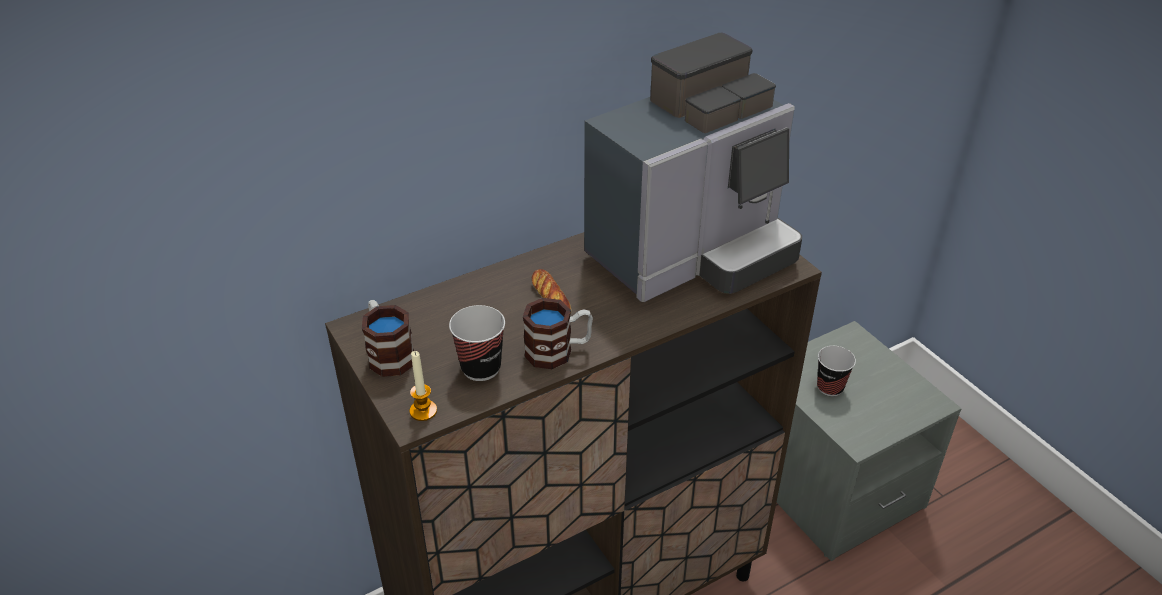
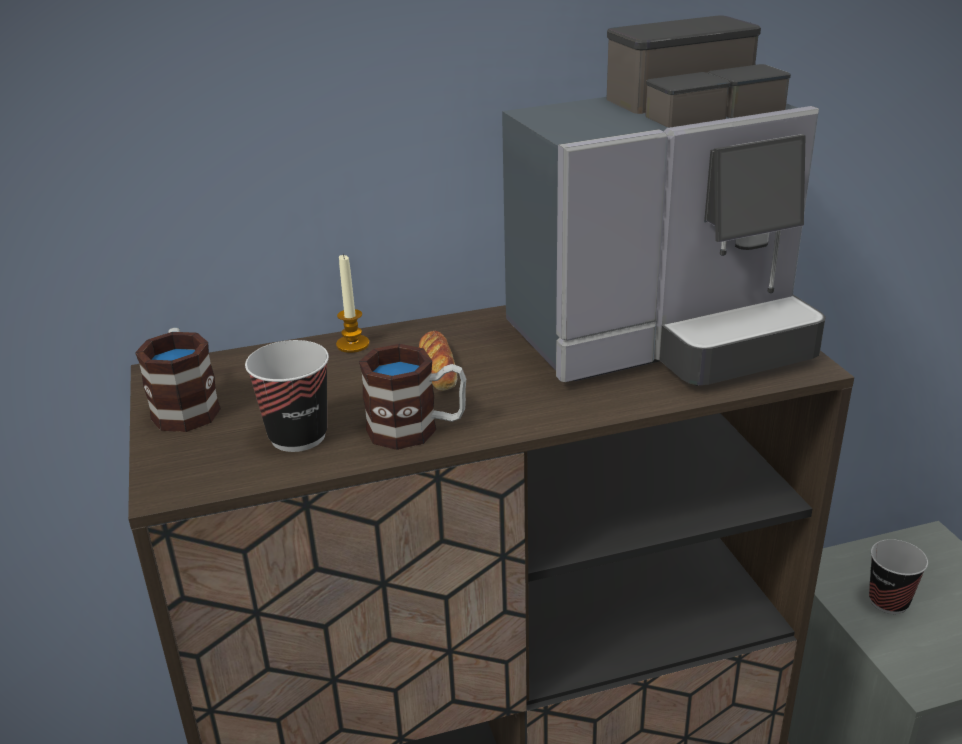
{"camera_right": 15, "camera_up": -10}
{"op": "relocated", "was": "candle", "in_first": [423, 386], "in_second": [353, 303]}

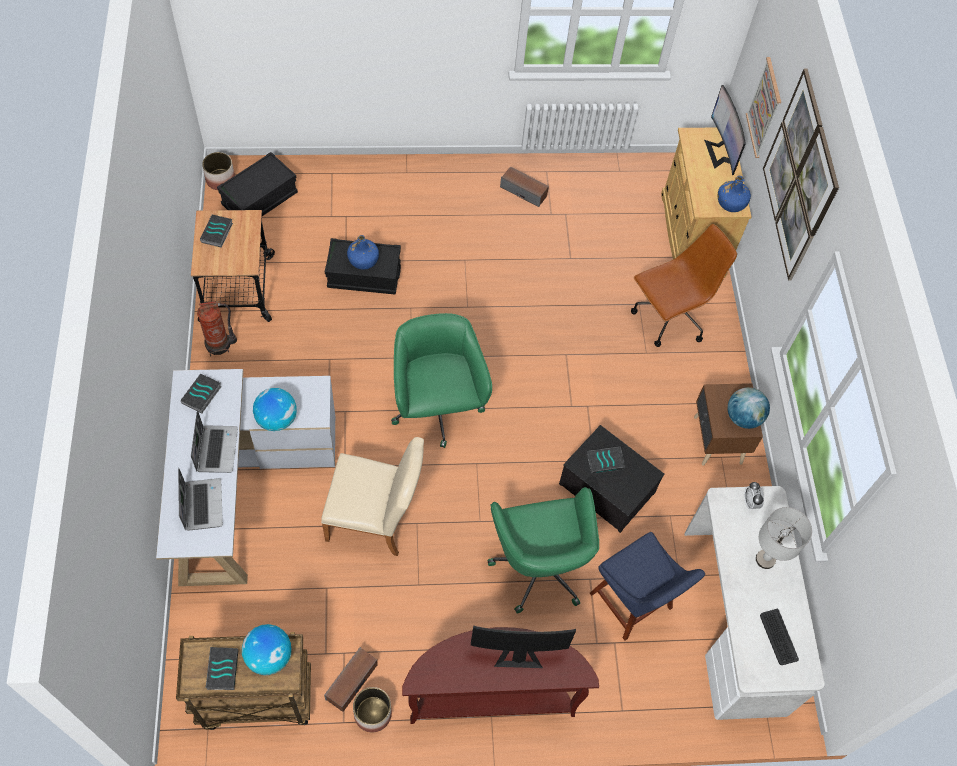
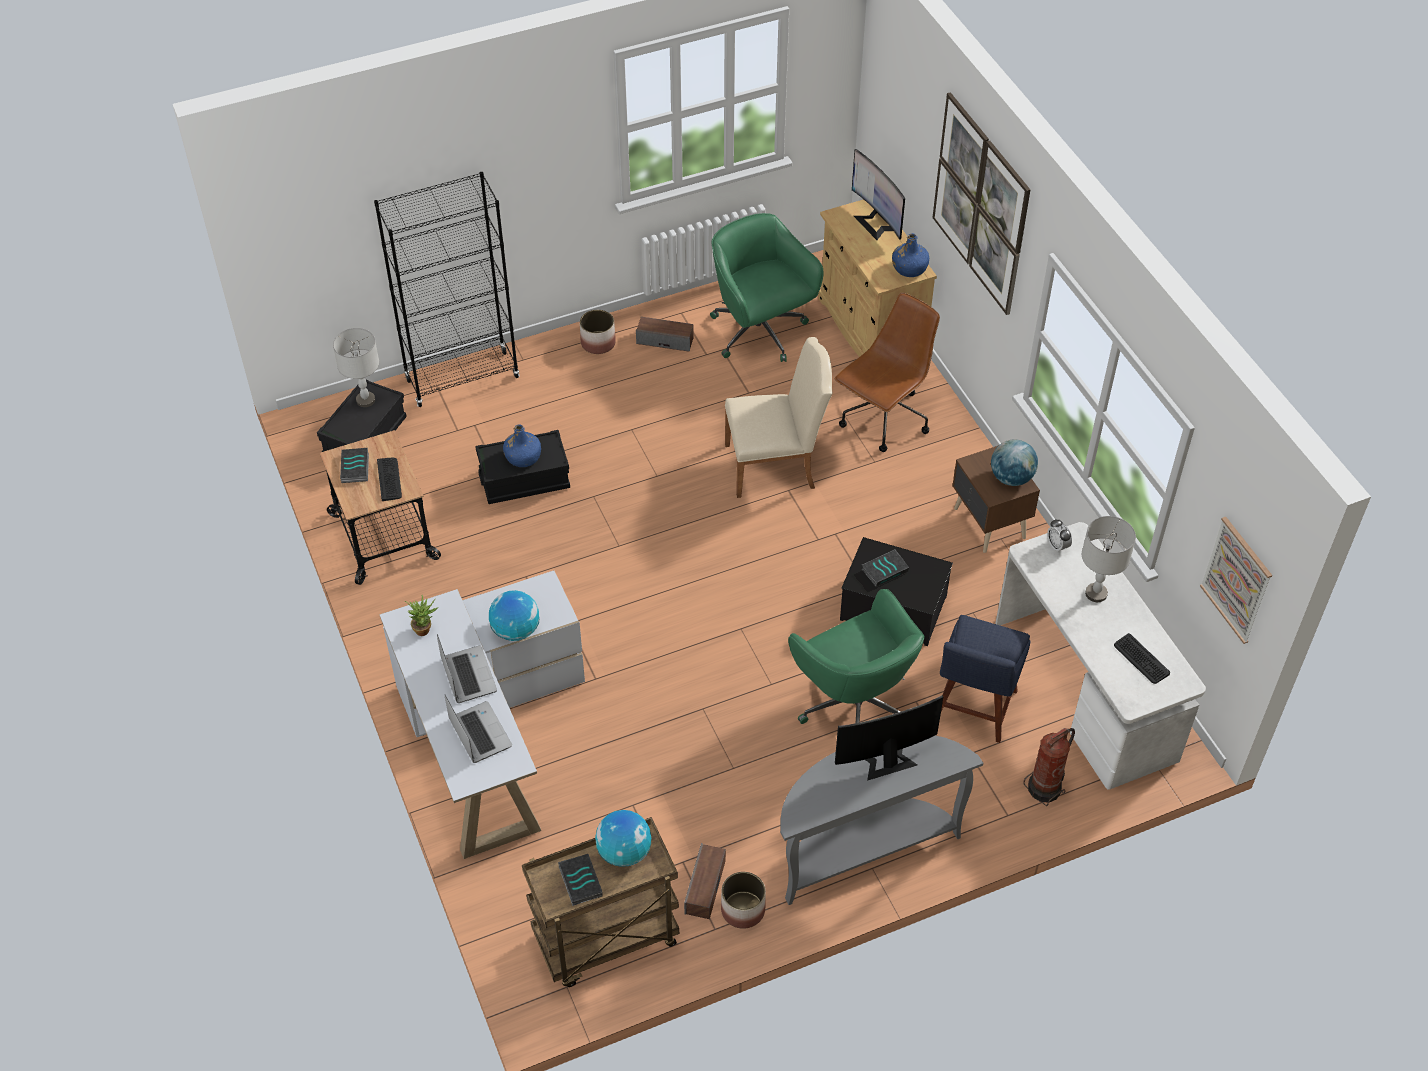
{"camera_right": -15, "camera_up": -10}
{"op": "relocated", "was": "picture", "in_first": [763, 107], "in_second": [1236, 580]}
{"op": "relocated", "was": "planter", "in_first": [218, 171], "in_second": [598, 332]}
{"op": "relocated", "was": "fire extinguisher", "in_first": [217, 329], "in_second": [1049, 767]}
{"op": "relocated", "was": "office chair in green", "in_first": [441, 380], "in_second": [767, 287]}
{"op": "exchanged", "was": "book", "now": "potted plant", "in_first": [201, 394], "in_second": [421, 615]}
{"op": "relocated", "was": "chair in beige", "in_first": [372, 496], "in_second": [778, 417]}
{"op": "spun", "was": "chair in blue", "in_first": [647, 586], "in_second": [985, 679], "clockwise": 75}
{"op": "colour", "was": "console table in brown", "now": "console table in grey", "in_first": [500, 675], "in_second": [881, 820]}
{"op": "appeared", "now": "bookcase in black", "in_second": [447, 289]}
{"op": "appeared", "now": "table lamp in grey", "in_second": [356, 367]}
{"op": "appeared", "now": "keyboard", "in_second": [389, 479]}

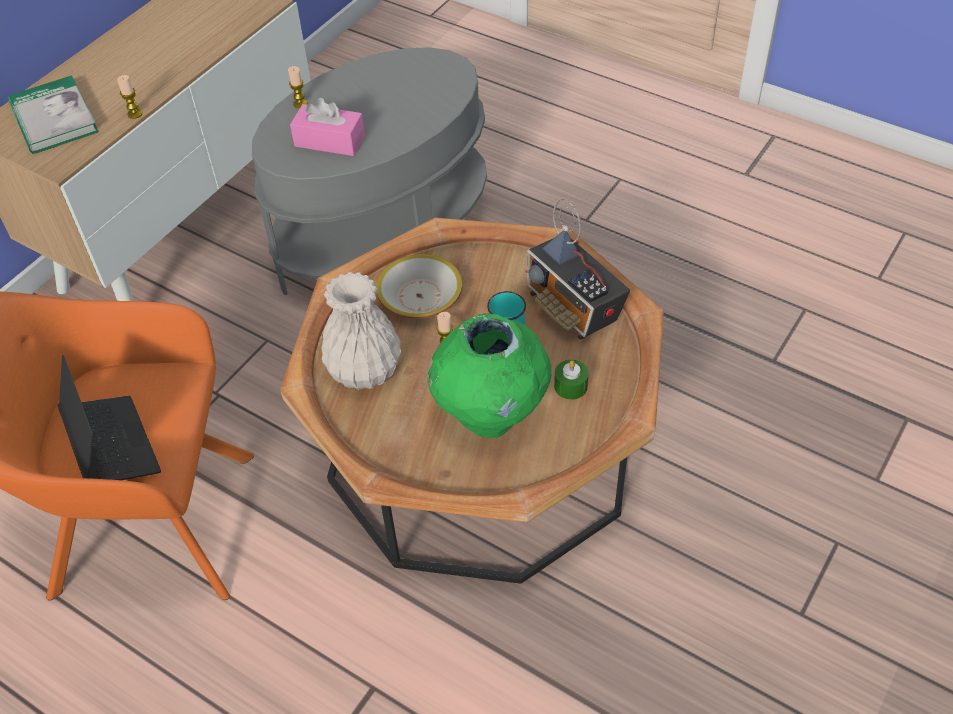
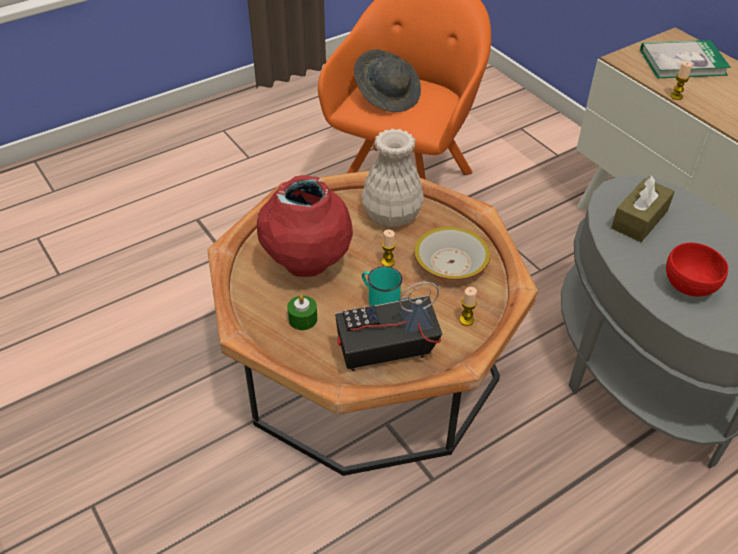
{"camera_right": 110, "camera_up": -5}
{"op": "relocated", "was": "candle", "in_first": [297, 87], "in_second": [468, 306]}
{"op": "colour", "was": "tissue box in pink", "now": "tissue box in brown", "in_first": [327, 127], "in_second": [643, 209]}
{"op": "colour", "was": "vase in green", "now": "vase in red", "in_first": [489, 376], "in_second": [305, 226]}
{"op": "exchanged", "was": "laptop", "now": "hat in grey", "in_first": [109, 417], "in_second": [387, 80]}
{"op": "appeared", "now": "bowl in red", "in_second": [697, 270]}

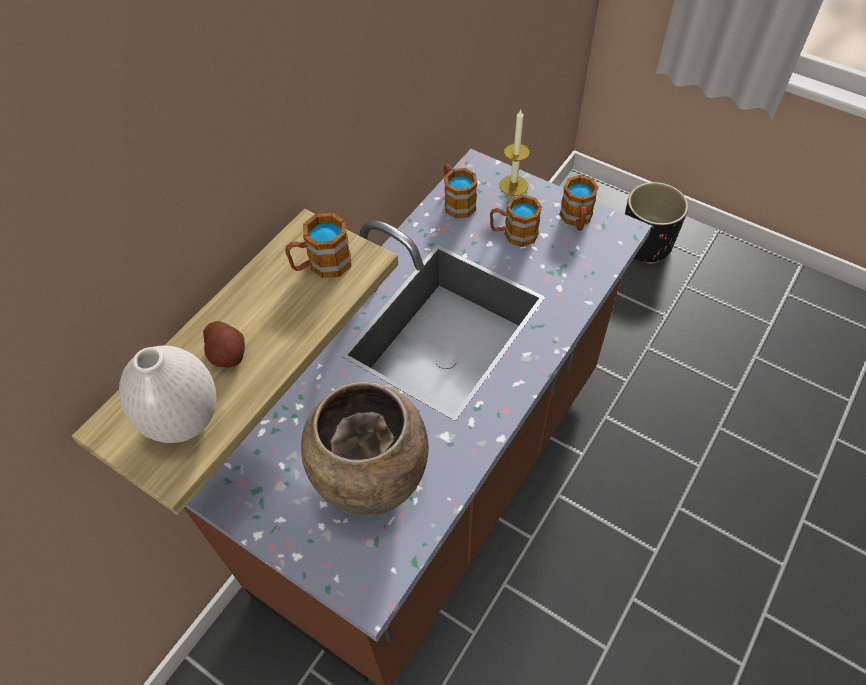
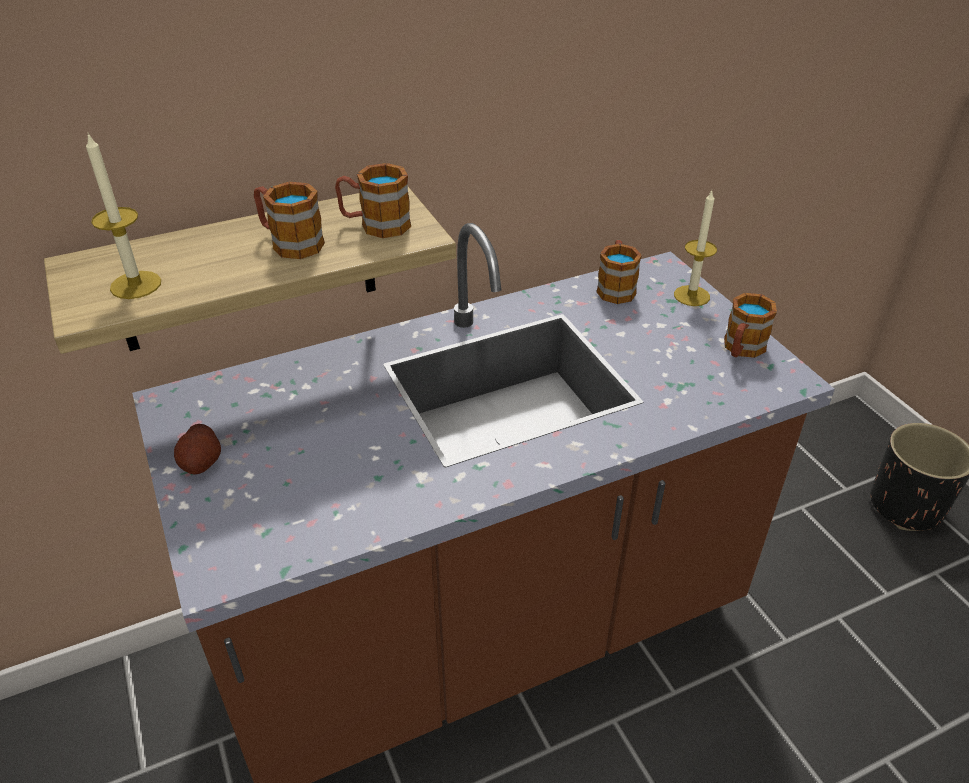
{"camera_right": 30, "camera_up": -15}
{"op": "relocated", "was": "mug", "in_first": [516, 221], "in_second": [289, 220]}
{"op": "relocated", "was": "potato", "in_first": [224, 344], "in_second": [197, 449]}
{"op": "exchanged", "was": "vase in white", "now": "candle", "in_first": [168, 394], "in_second": [123, 216]}
{"op": "missing", "was": "vase in brown", "in_first": [365, 449]}

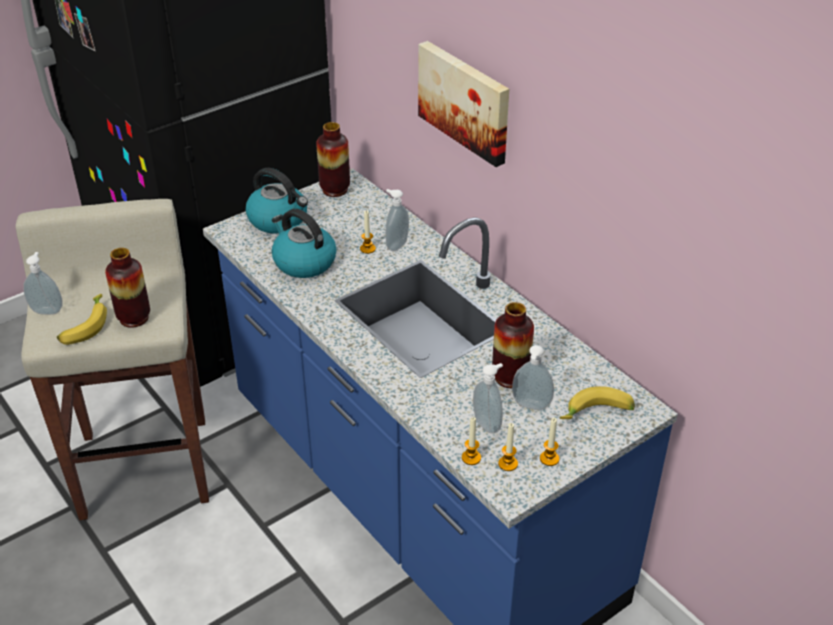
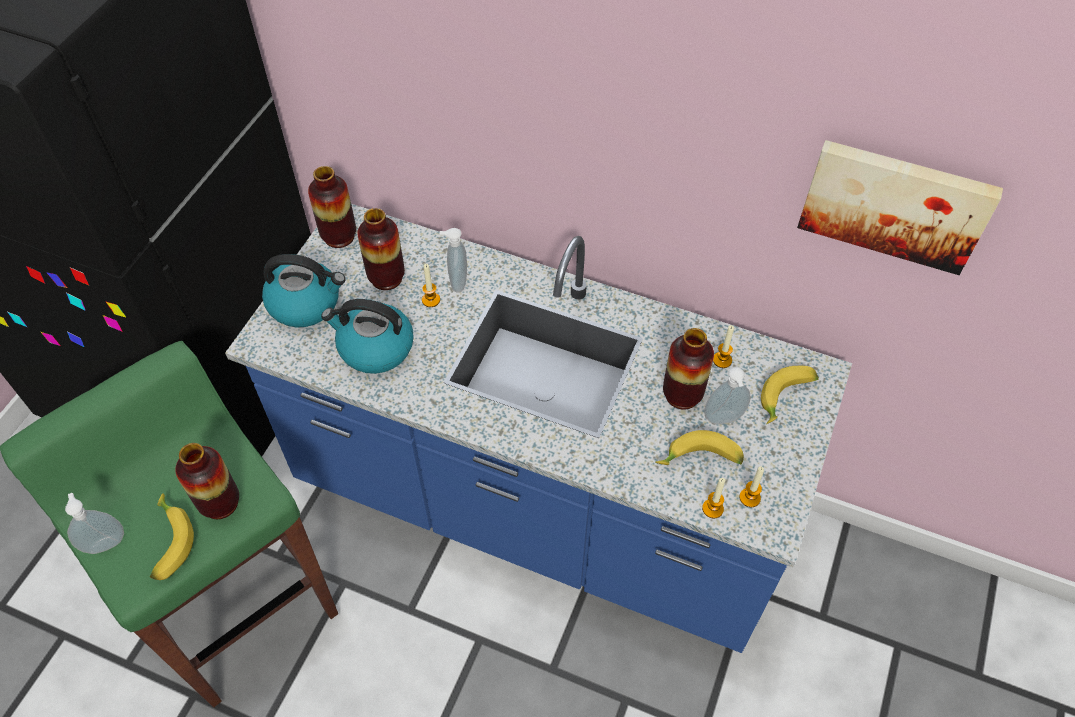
{"camera_right": -30, "camera_up": 15}
{"op": "relocated", "was": "picture", "in_first": [463, 104], "in_second": [900, 207]}
{"op": "colour", "was": "stool in beige", "now": "stool in green", "in_first": [112, 359], "in_second": [169, 524]}
{"op": "exchanged", "was": "soap dispenser", "now": "banana", "in_first": [488, 398], "in_second": [700, 447]}
{"op": "relocated", "was": "candle", "in_first": [549, 442], "in_second": [723, 346]}
{"op": "appeared", "now": "vase", "in_second": [381, 249]}

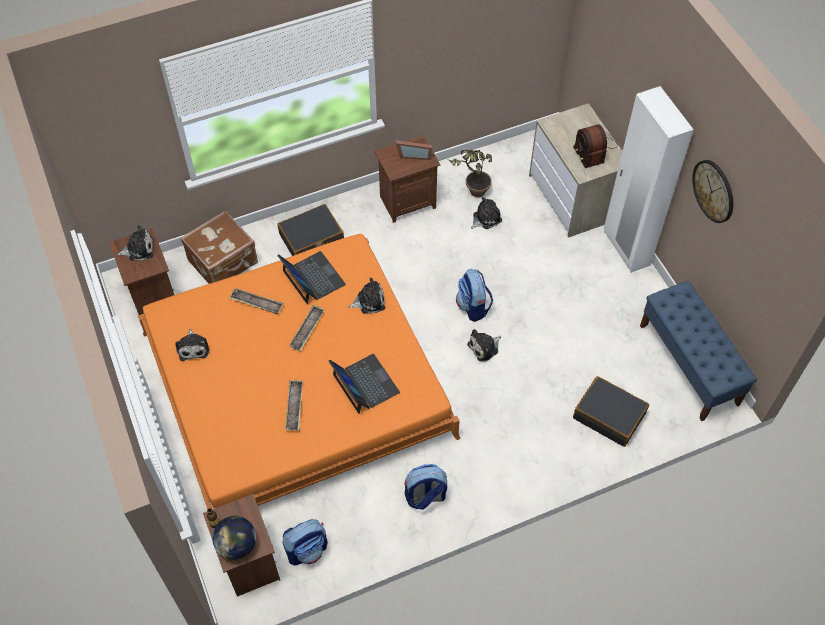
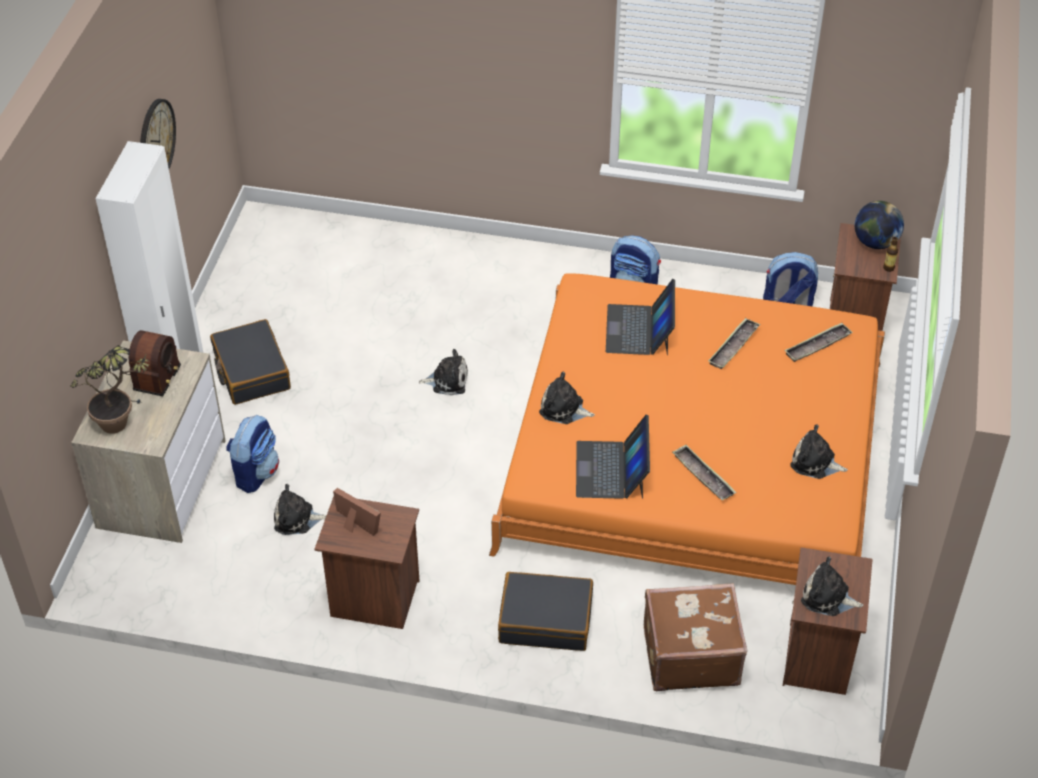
{"camera_right": -145, "camera_up": -10}
{"op": "relocated", "was": "potted plant", "in_first": [470, 173], "in_second": [110, 389]}
{"op": "relocated", "was": "backpack", "in_first": [474, 295], "in_second": [252, 454]}
{"op": "missing", "was": "bench in blue", "in_first": [698, 351]}
{"op": "relocated", "was": "tray", "in_first": [307, 328], "in_second": [818, 342]}
{"op": "spun", "was": "plush toy", "in_first": [192, 345], "in_second": [819, 451], "clockwise": -90}
{"op": "relocated", "was": "suitcase in black", "in_first": [611, 411], "in_second": [250, 362]}

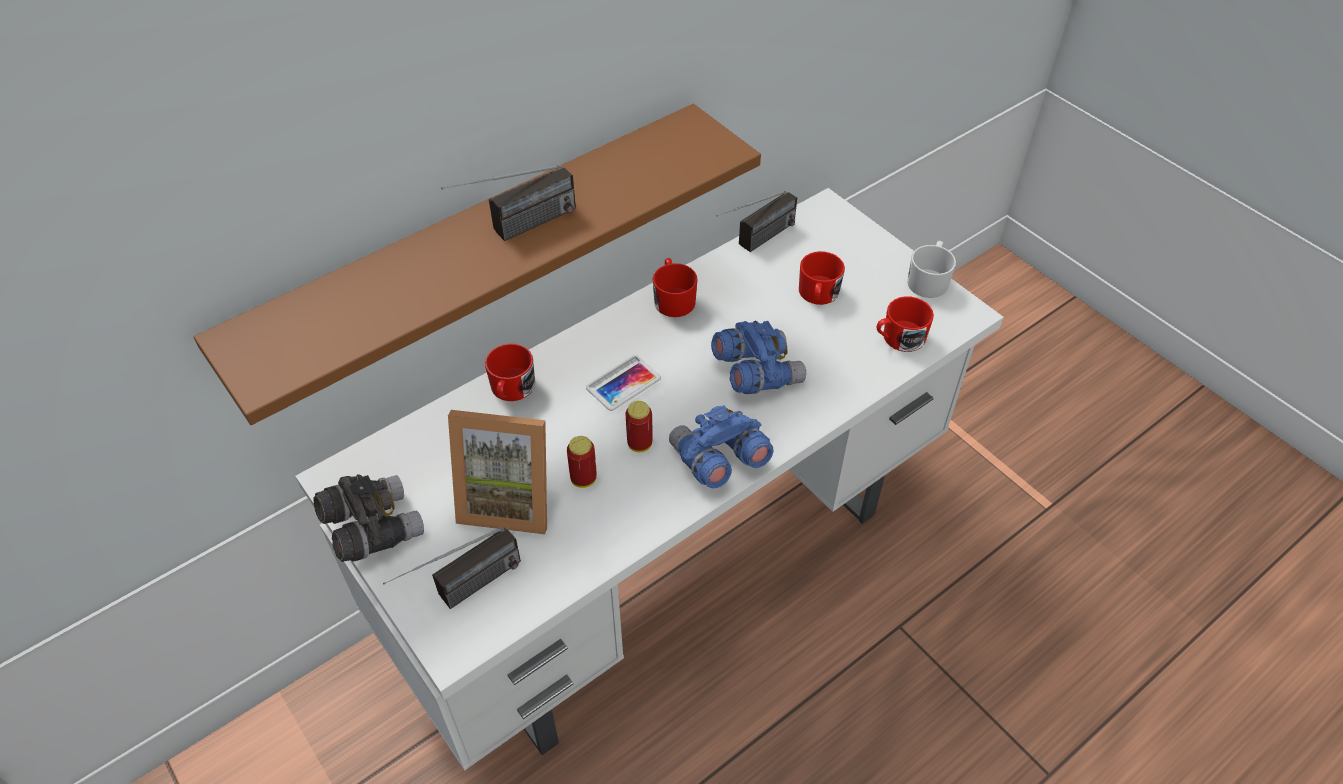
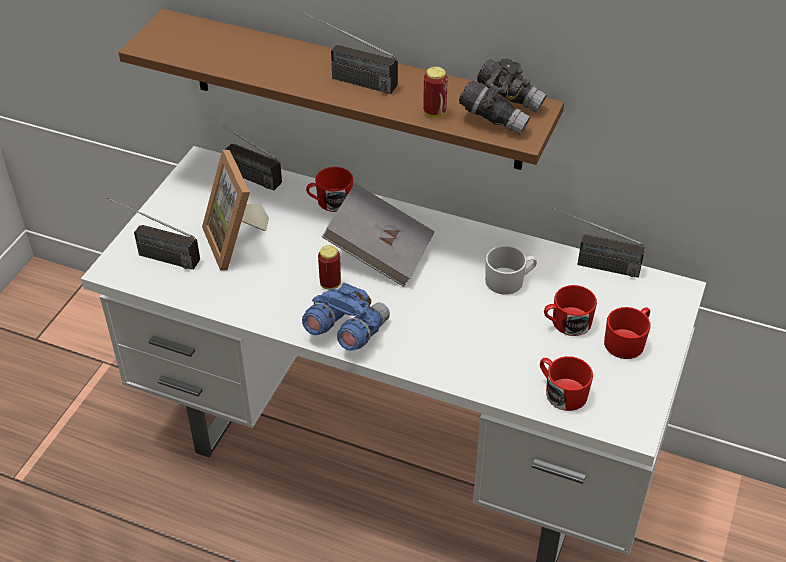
{"camera_right": 60, "camera_up": -5}
{"op": "relocated", "was": "mug in white", "in_first": [931, 269], "in_second": [511, 270]}
{"op": "relocated", "was": "mug in red", "in_first": [675, 287], "in_second": [627, 333]}
{"op": "missing", "was": "binoculars in blue", "in_first": [758, 357]}
{"op": "exchanged", "was": "phone", "now": "book in grey", "in_first": [623, 383], "in_second": [378, 235]}
{"op": "relocated", "was": "can", "in_first": [582, 462], "in_second": [435, 92]}
{"op": "relocated", "was": "binoculars in grey", "in_first": [369, 518], "in_second": [503, 96]}
{"op": "appeared", "now": "radio", "in_second": [243, 152]}

